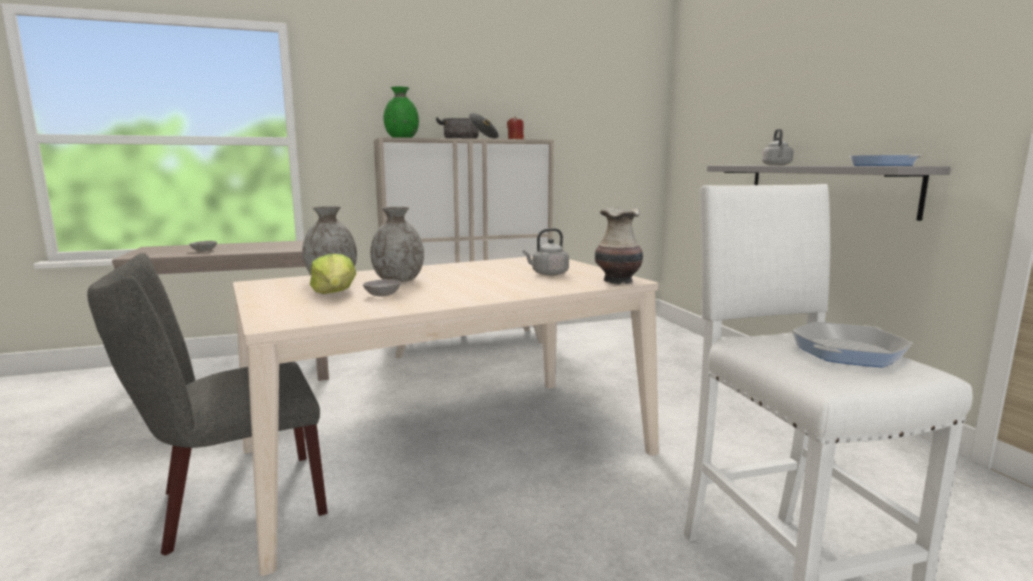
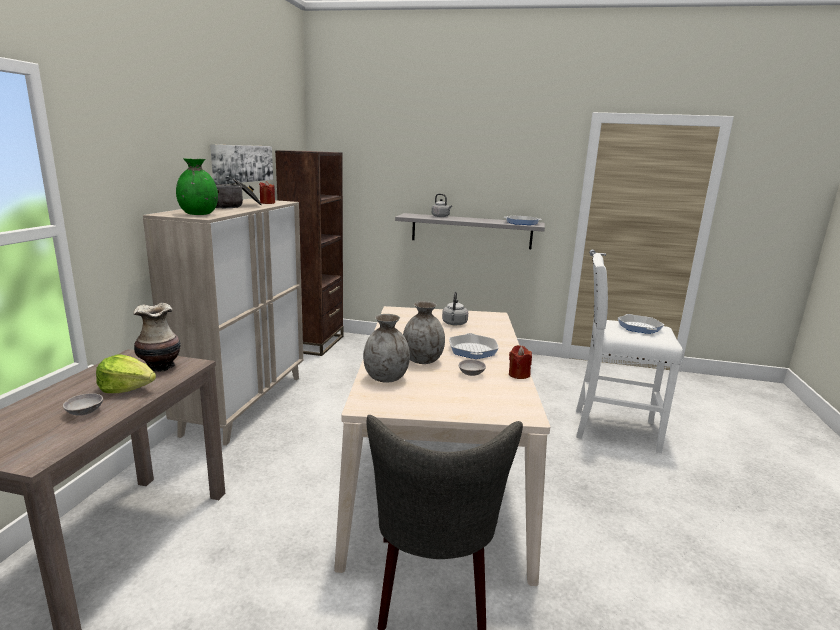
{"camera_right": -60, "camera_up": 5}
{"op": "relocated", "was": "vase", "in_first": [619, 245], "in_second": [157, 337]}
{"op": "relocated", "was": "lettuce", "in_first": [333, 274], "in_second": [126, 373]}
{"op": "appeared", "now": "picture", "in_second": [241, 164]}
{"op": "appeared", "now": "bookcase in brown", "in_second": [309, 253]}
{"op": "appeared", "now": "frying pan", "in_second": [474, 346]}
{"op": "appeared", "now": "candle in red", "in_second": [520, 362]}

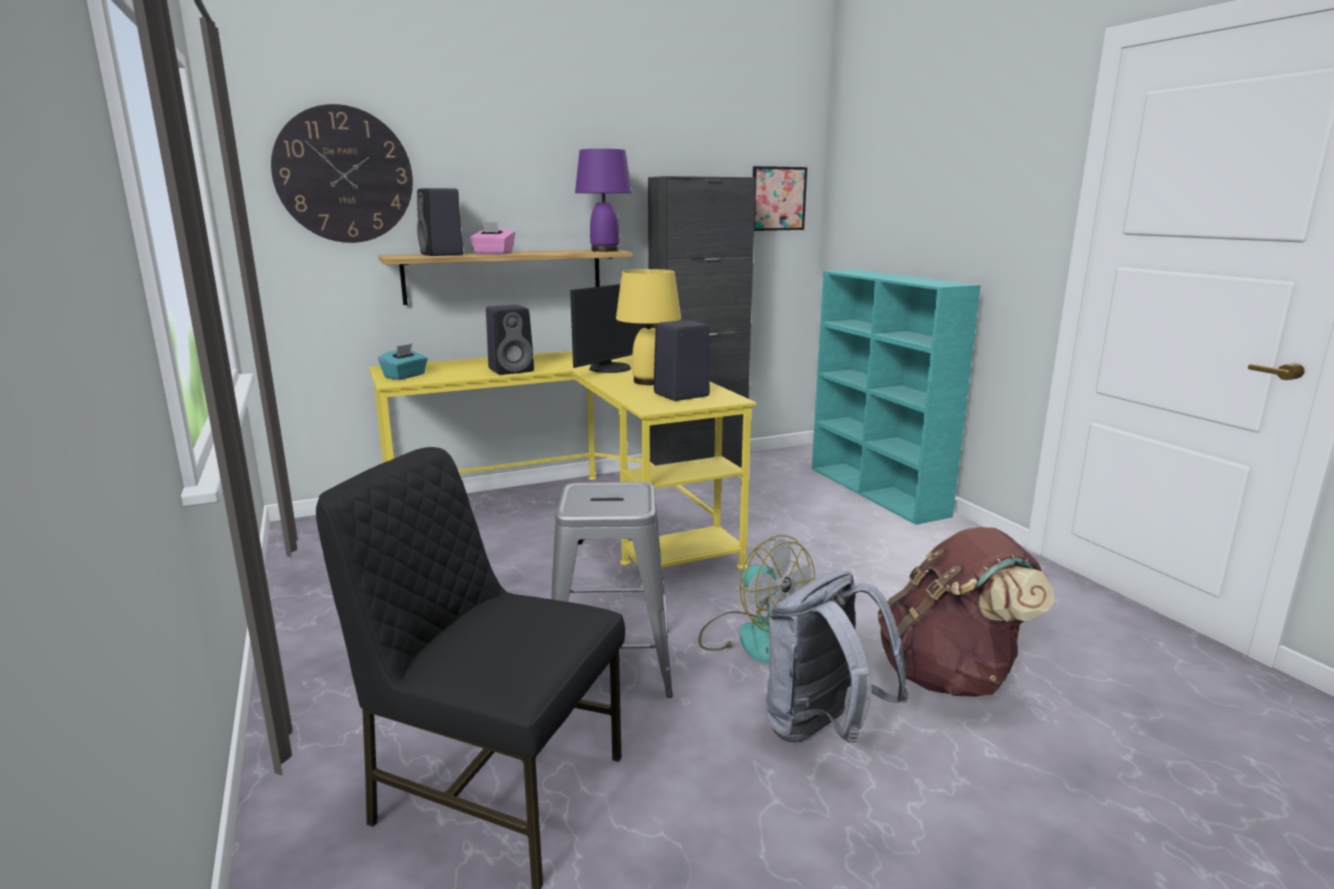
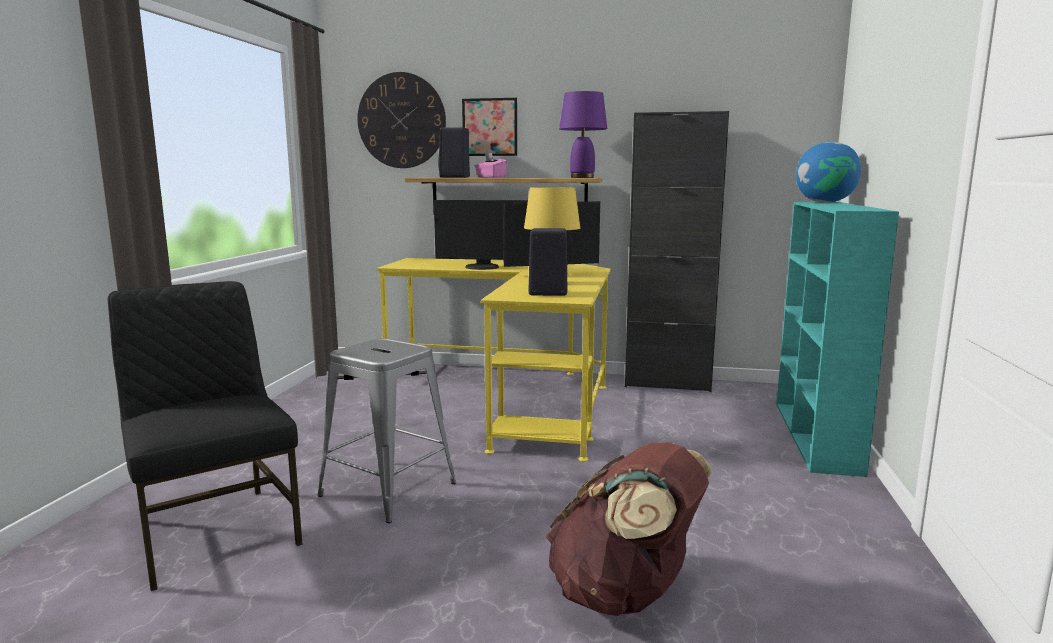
{"camera_right": 35, "camera_up": -5}
{"op": "relocated", "was": "picture", "in_first": [780, 198], "in_second": [489, 127]}
{"op": "exchanged", "was": "speaker in black", "now": "monitor", "in_first": [510, 340], "in_second": [481, 235]}
{"op": "missing", "was": "tissue box in turquoise", "in_first": [403, 362]}
{"op": "missing", "was": "fan", "in_first": [757, 599]}
{"op": "missing", "was": "backpack in grey", "in_first": [836, 657]}
{"op": "appeared", "now": "globe", "in_second": [828, 172]}

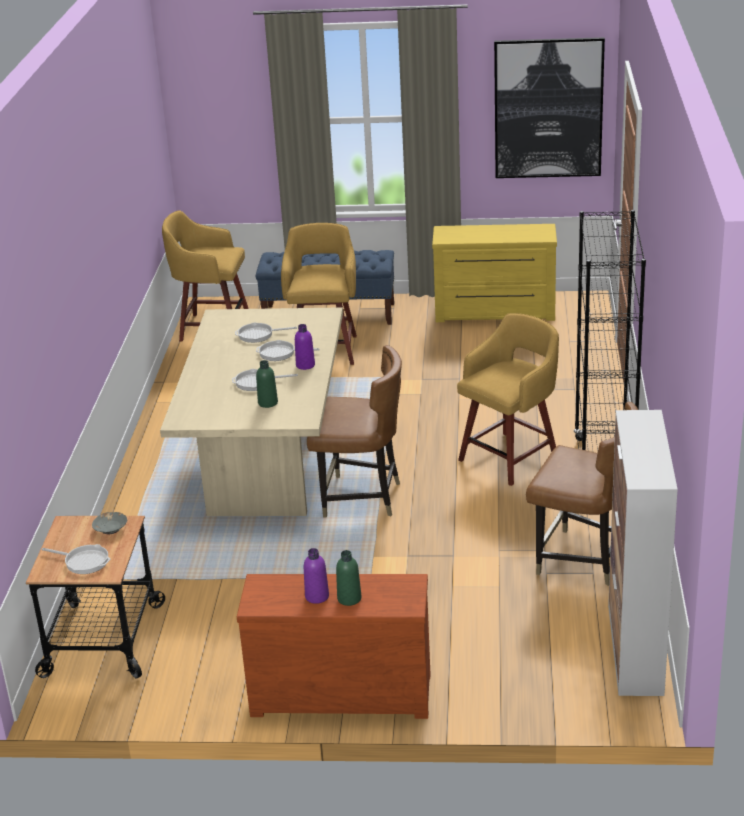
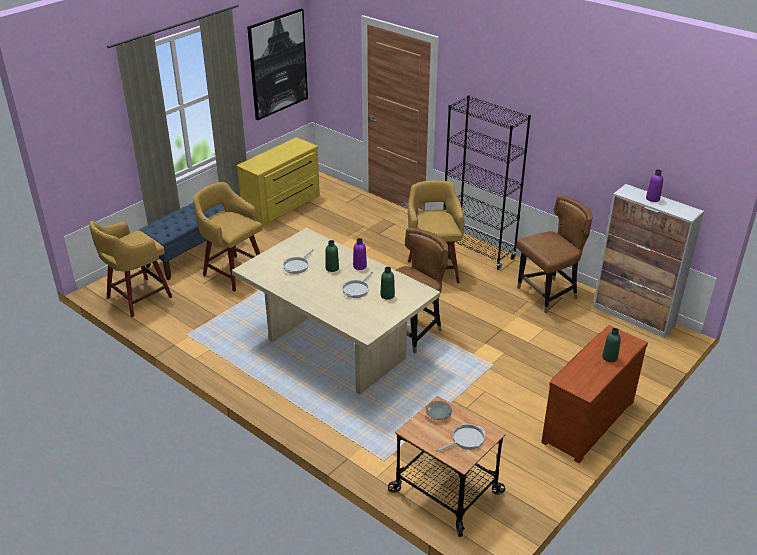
{"camera_right": -55, "camera_up": 5}
{"op": "exchanged", "was": "frying pan", "now": "bottle in green", "in_first": [288, 350], "in_second": [332, 256]}
{"op": "relocated", "was": "bottle in purple", "in_first": [316, 576], "in_second": [654, 186]}

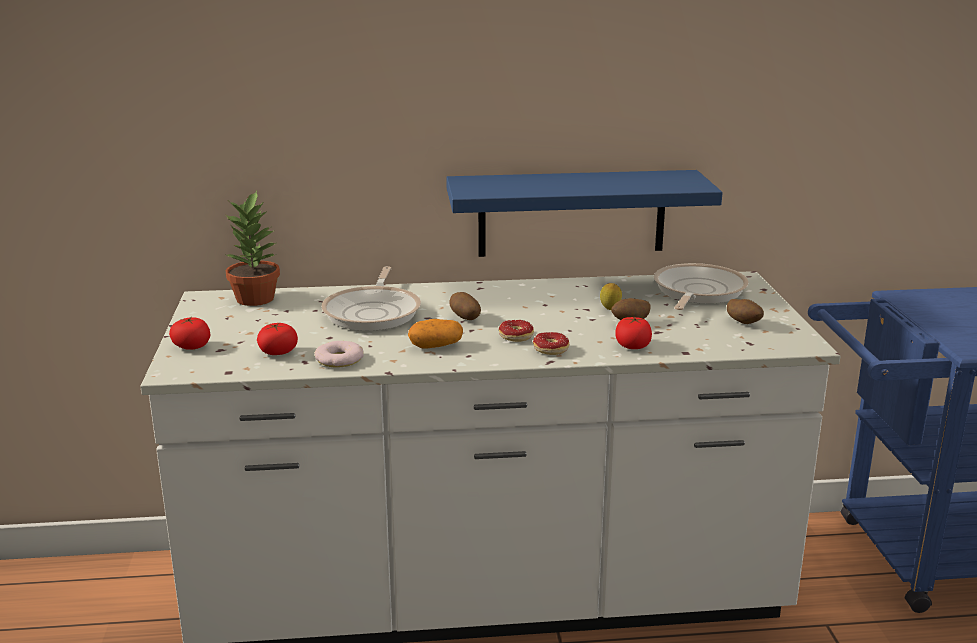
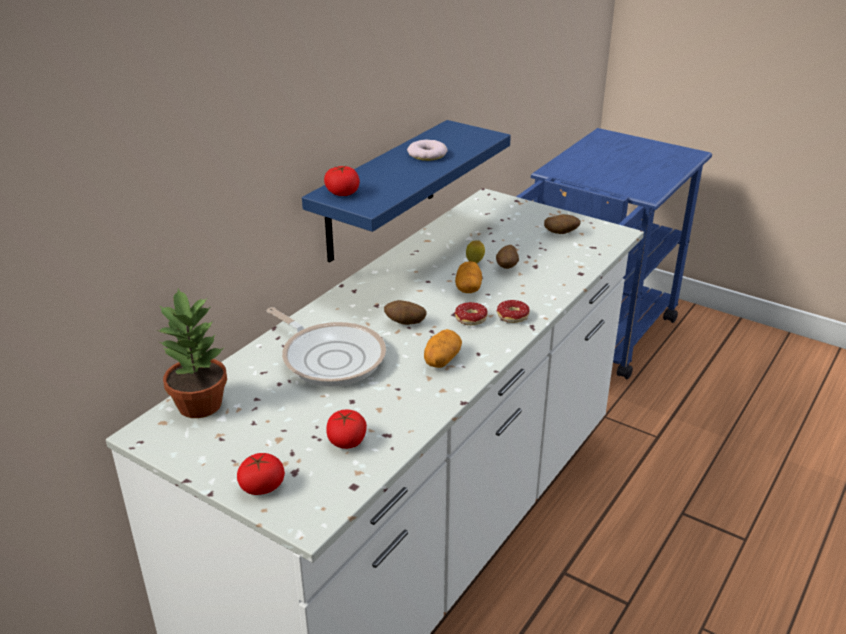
{"camera_right": -50, "camera_up": 10}
{"op": "missing", "was": "frying pan", "in_first": [701, 286]}
{"op": "relocated", "was": "tomato", "in_first": [633, 333], "in_second": [342, 180]}
{"op": "relocated", "was": "donut", "in_first": [339, 354], "in_second": [427, 150]}
{"op": "appeared", "now": "potato", "in_second": [468, 277]}

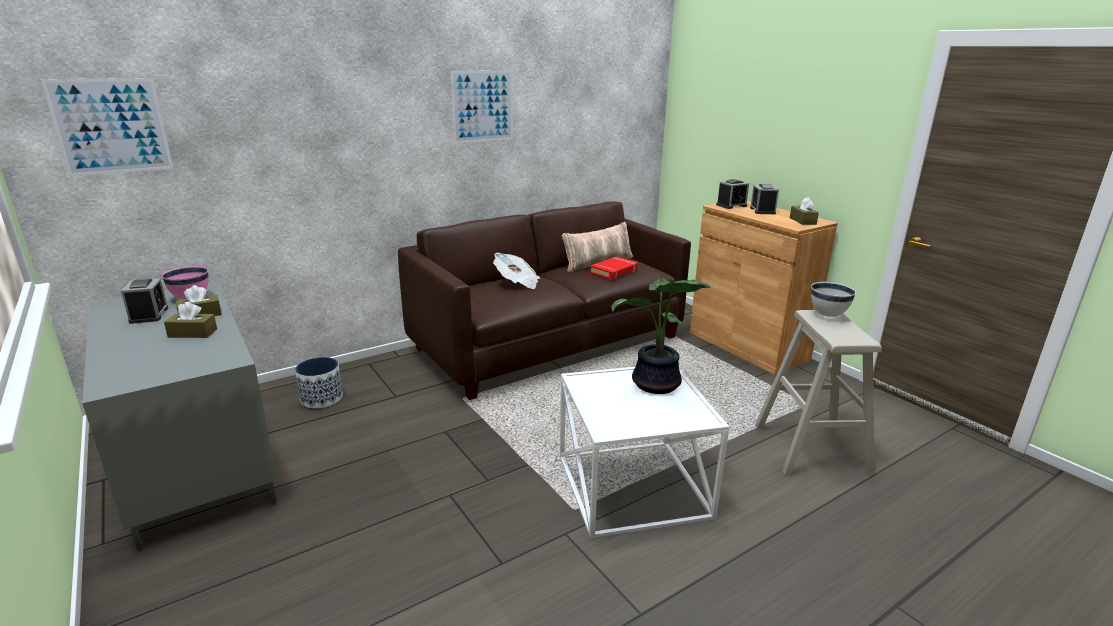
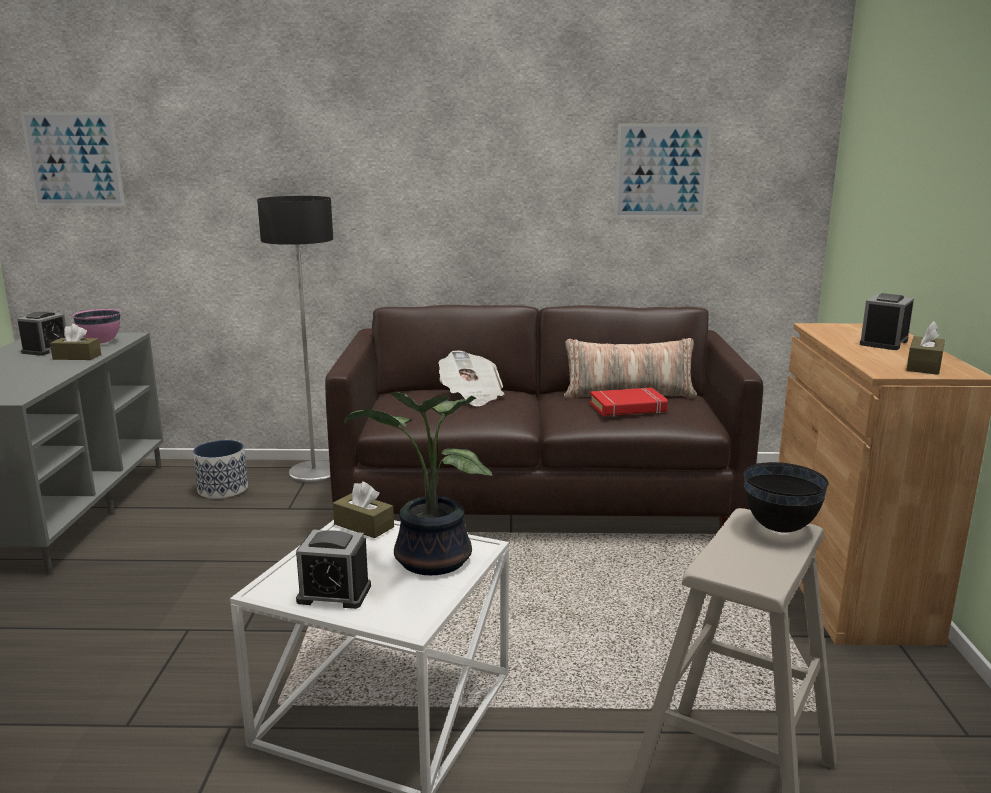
{"camera_right": 35, "camera_up": -5}
{"op": "relocated", "was": "picture", "in_first": [481, 106], "in_second": [663, 170]}
{"op": "relocated", "was": "alarm clock", "in_first": [732, 194], "in_second": [333, 569]}
{"op": "colour", "was": "bowl in white", "now": "bowl in black", "in_first": [833, 299], "in_second": [786, 497]}
{"op": "relocated", "was": "tissue box in brown", "in_first": [190, 320], "in_second": [363, 509]}
{"op": "appeared", "now": "floor lamp", "in_second": [295, 340]}

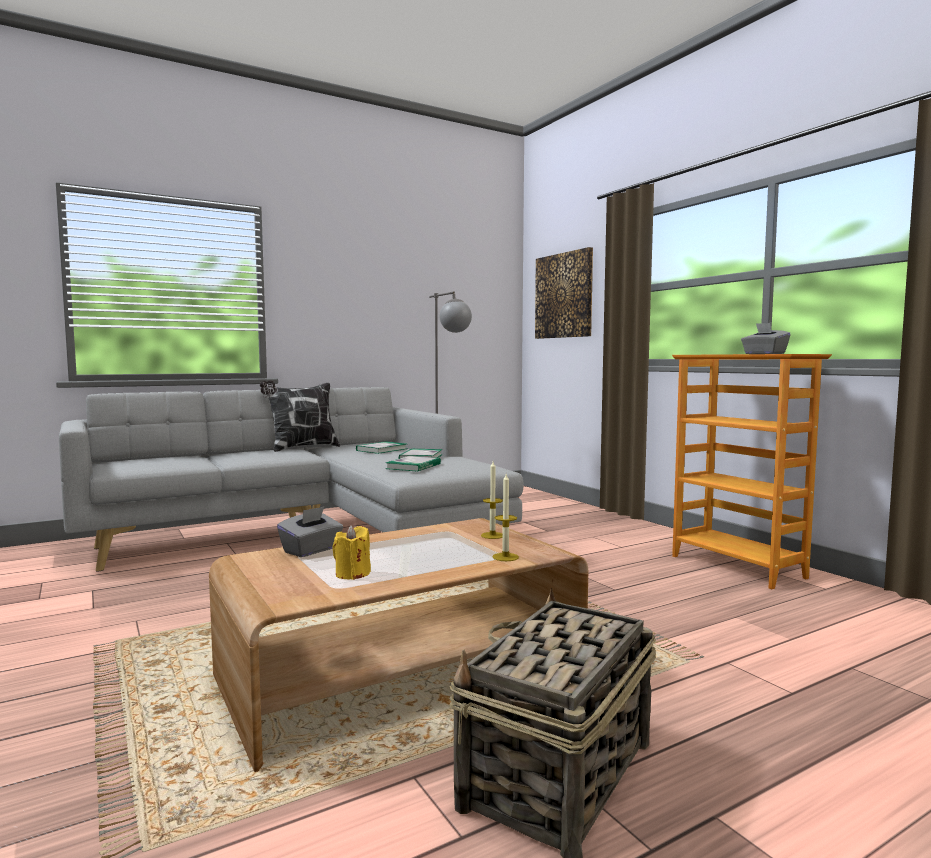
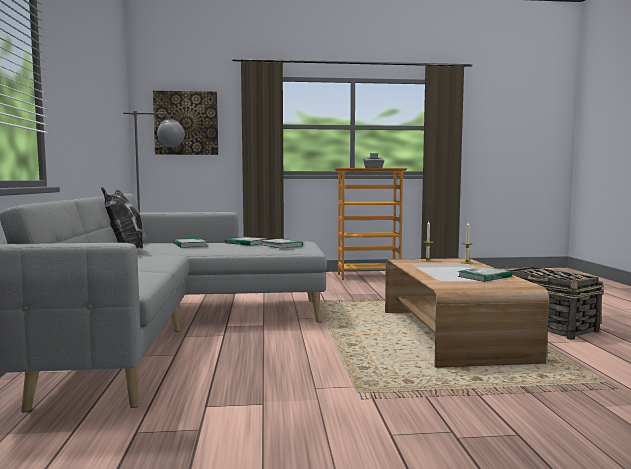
{"camera_right": -65, "camera_up": 0}
{"op": "missing", "was": "tissue box in grey", "in_first": [310, 531]}
{"op": "exchanged", "was": "candle in yellow", "now": "book", "in_first": [351, 552], "in_second": [484, 274]}

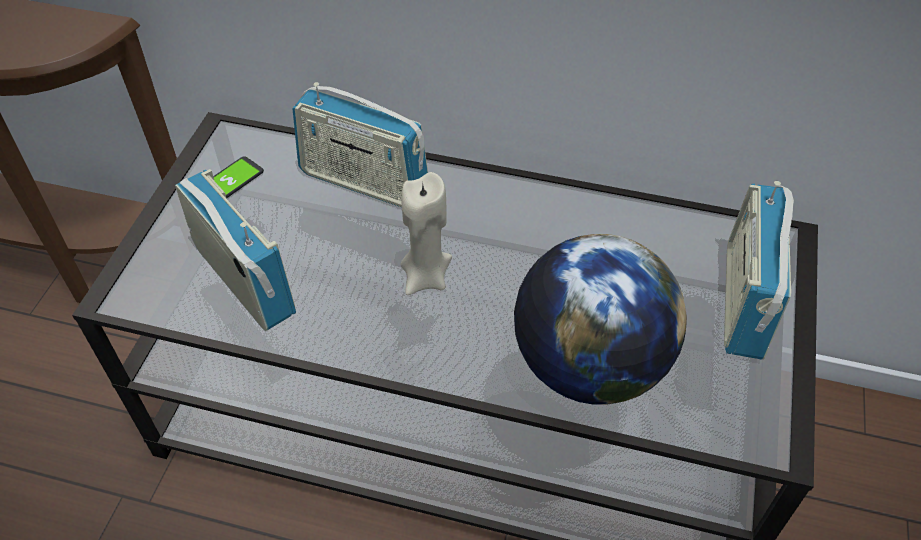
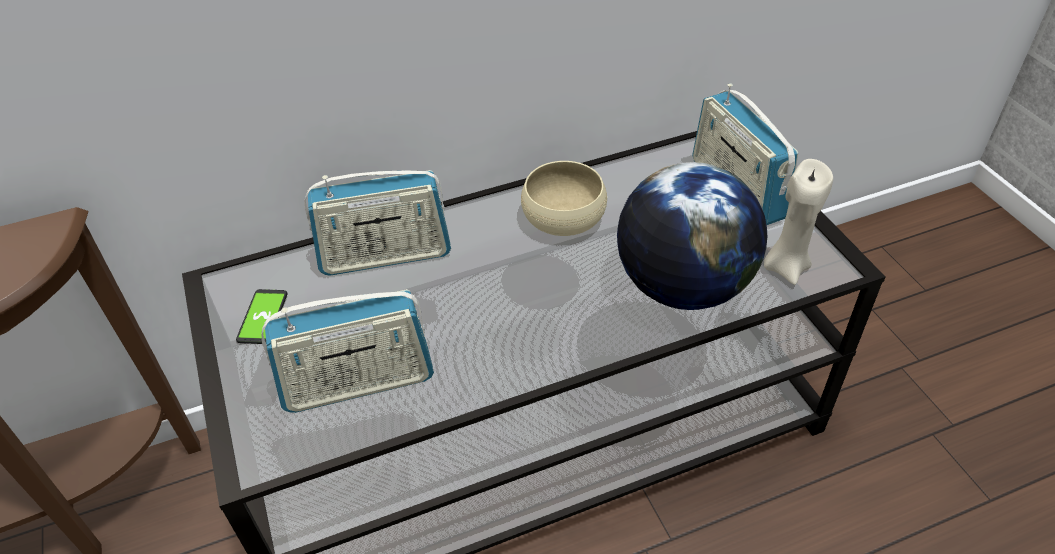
{"camera_right": -35, "camera_up": -5}
{"op": "spun", "was": "radio", "in_first": [235, 250], "in_second": [347, 351], "clockwise": 150}
{"op": "relocated", "was": "candle in beige", "in_first": [426, 233], "in_second": [798, 222]}
{"op": "appeared", "now": "bowl in beige", "in_second": [564, 198]}

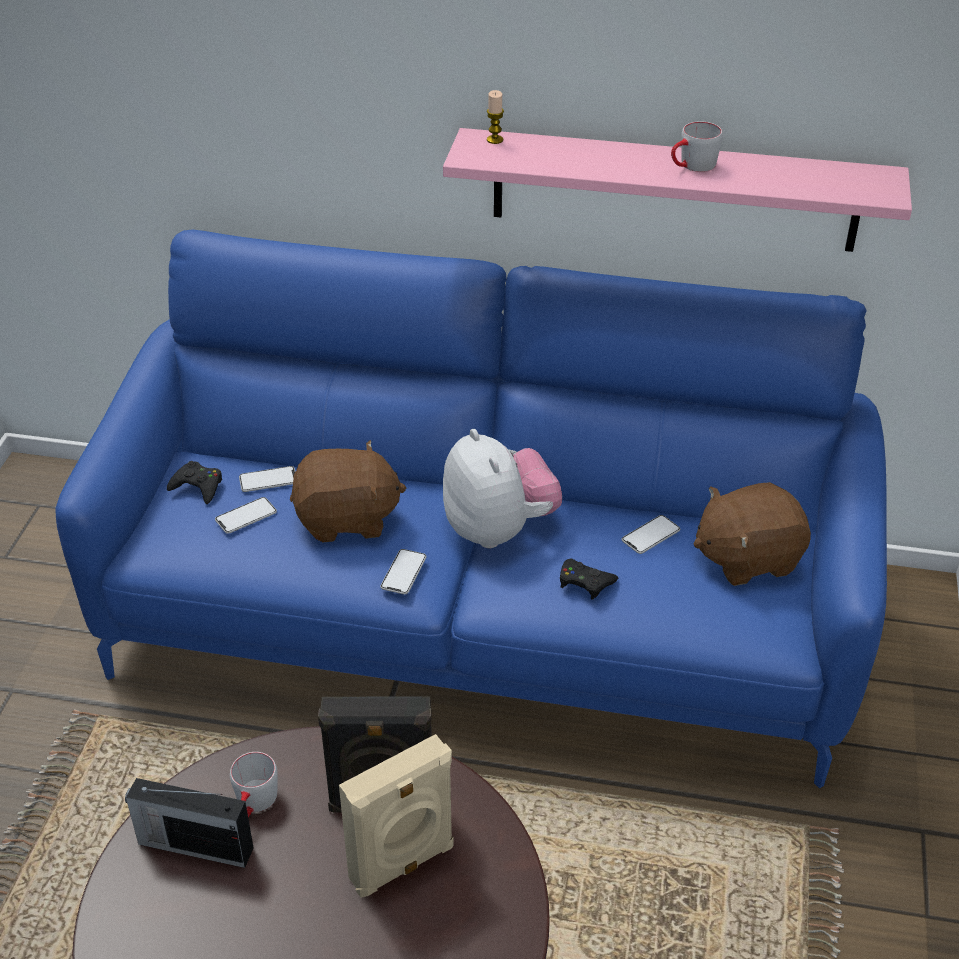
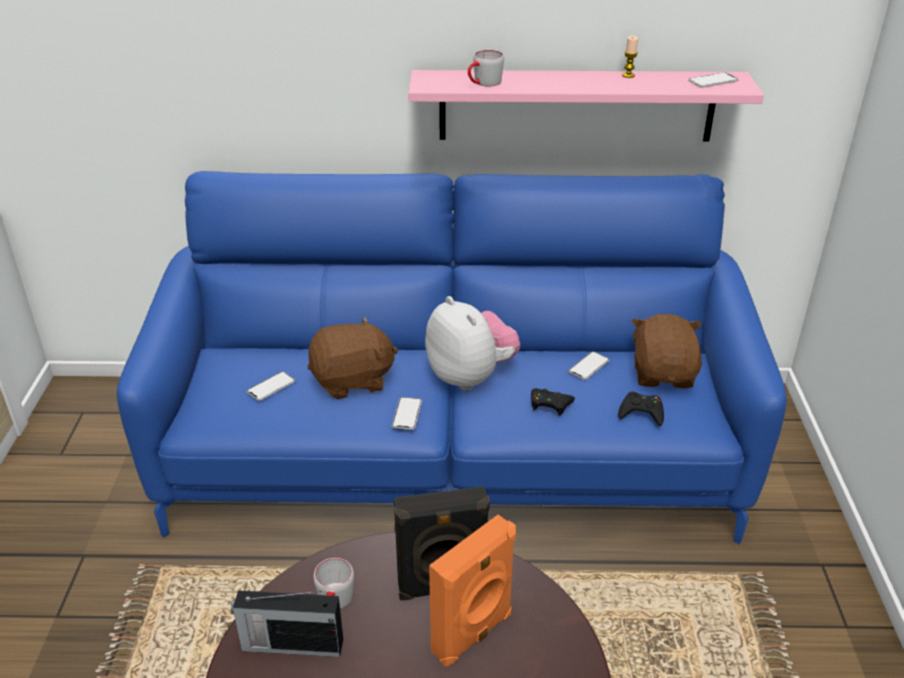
{"camera_right": -10, "camera_up": -5}
{"op": "relocated", "was": "candle", "in_first": [495, 117], "in_second": [630, 57]}
{"op": "relocated", "was": "mug in grey", "in_first": [697, 146], "in_second": [486, 68]}
{"op": "relocated", "was": "game controller in black", "in_first": [194, 482], "in_second": [641, 408]}
{"op": "relocated", "was": "phone", "in_first": [267, 479], "in_second": [713, 79]}
{"op": "spun", "was": "plush toy in brown", "in_first": [752, 534], "in_second": [667, 351], "clockwise": 120}
{"op": "colour", "was": "speaker in beige", "now": "speaker in orange", "in_first": [396, 816], "in_second": [472, 591]}

